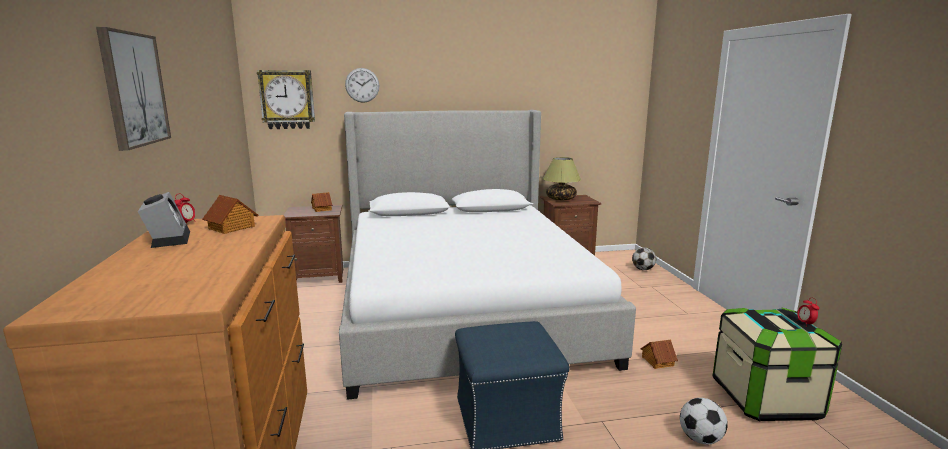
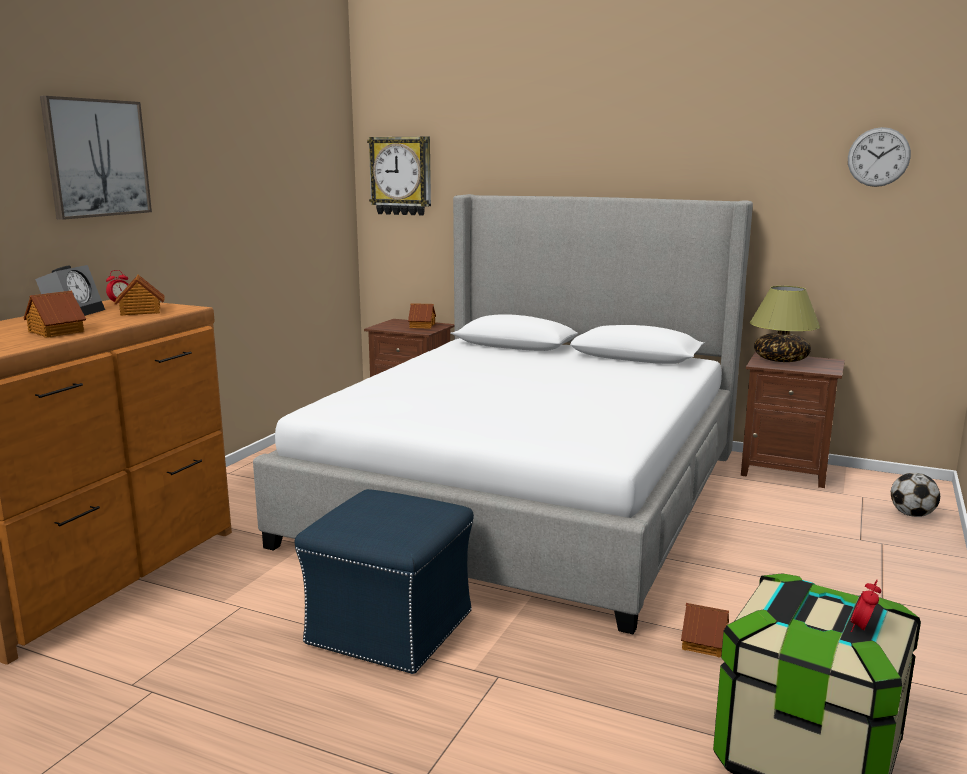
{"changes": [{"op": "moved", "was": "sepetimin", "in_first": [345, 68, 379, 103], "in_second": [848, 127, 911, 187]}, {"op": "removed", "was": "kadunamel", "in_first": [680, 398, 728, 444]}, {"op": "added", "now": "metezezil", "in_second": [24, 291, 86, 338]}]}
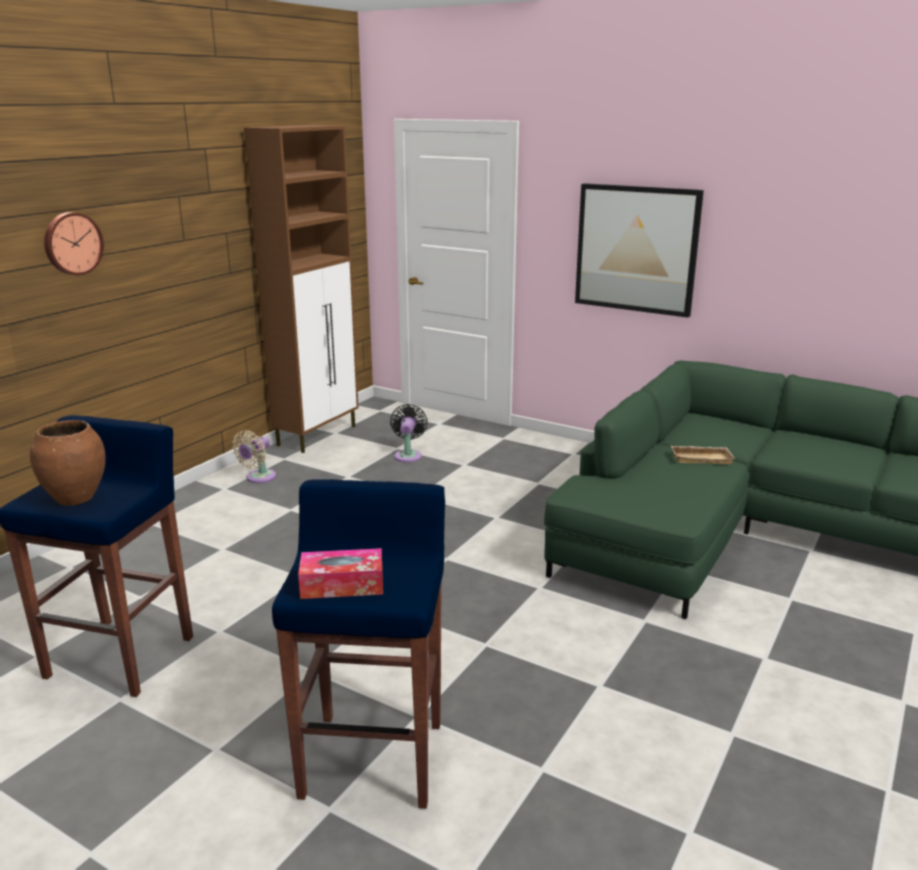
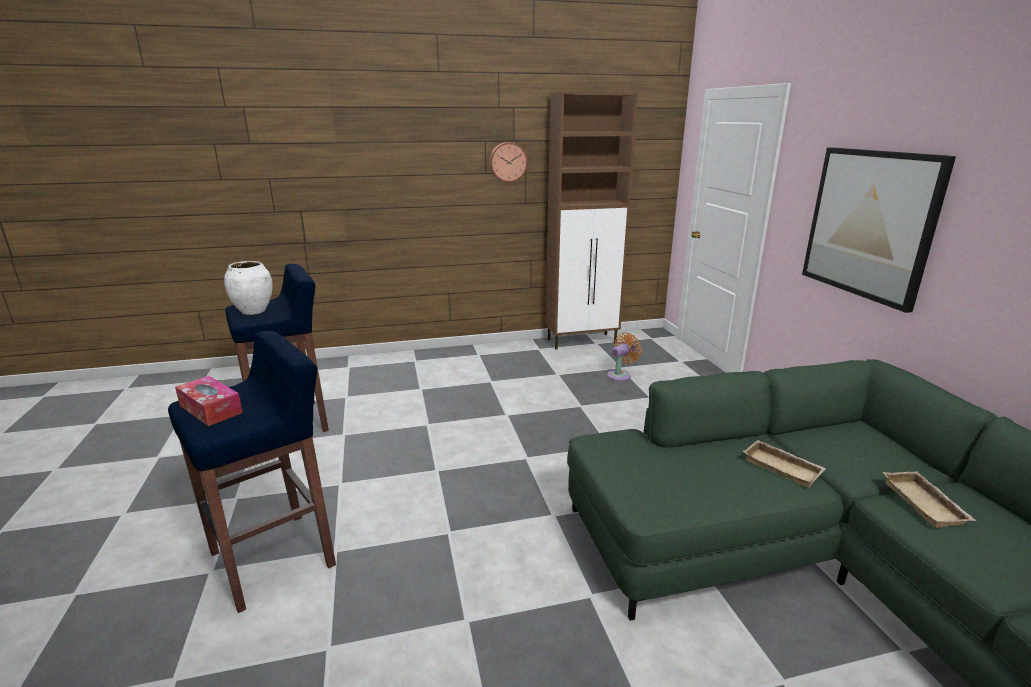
{"changes": [{"op": "recoloured", "was": "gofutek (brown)", "now": "gofutek (white)", "in_first": [30, 420, 106, 506], "in_second": [224, 261, 273, 315]}, {"op": "moved", "was": "sepetimin", "in_first": [44, 212, 104, 275], "in_second": [489, 142, 528, 183]}, {"op": "removed", "was": "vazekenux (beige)", "in_first": [232, 431, 276, 483]}, {"op": "recoloured", "was": "vazekenux (black)", "now": "vazekenux (orange)", "in_first": [390, 404, 428, 462], "in_second": [607, 332, 641, 381]}, {"op": "added", "now": "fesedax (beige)", "in_second": [883, 471, 976, 528]}]}
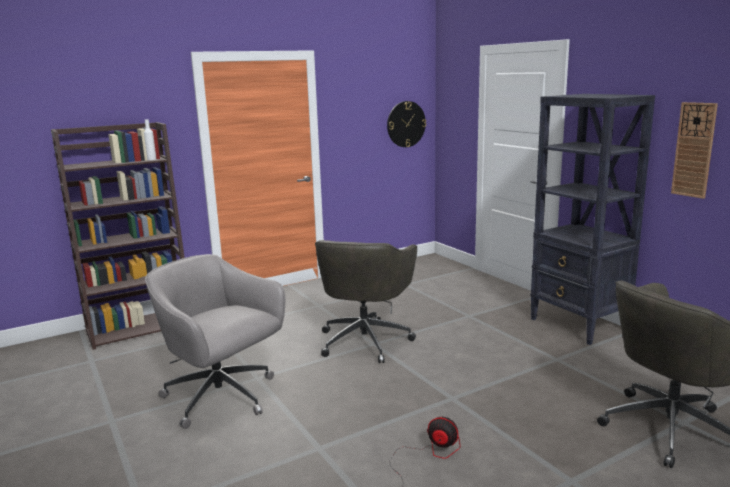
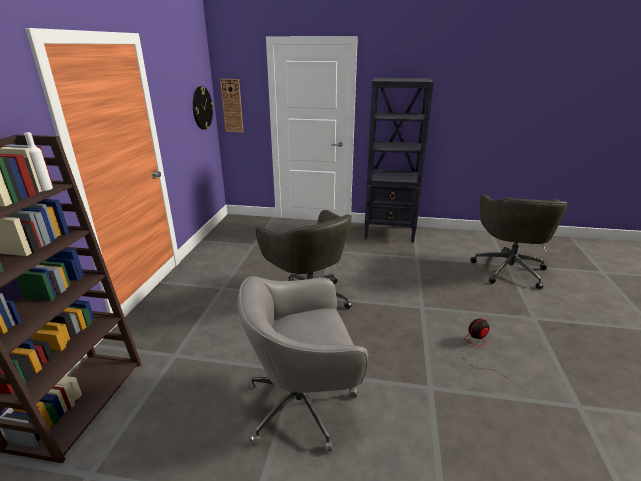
{"changes": [{"op": "moved", "was": "sepetimin", "in_first": [671, 102, 718, 199], "in_second": [220, 79, 243, 133]}]}
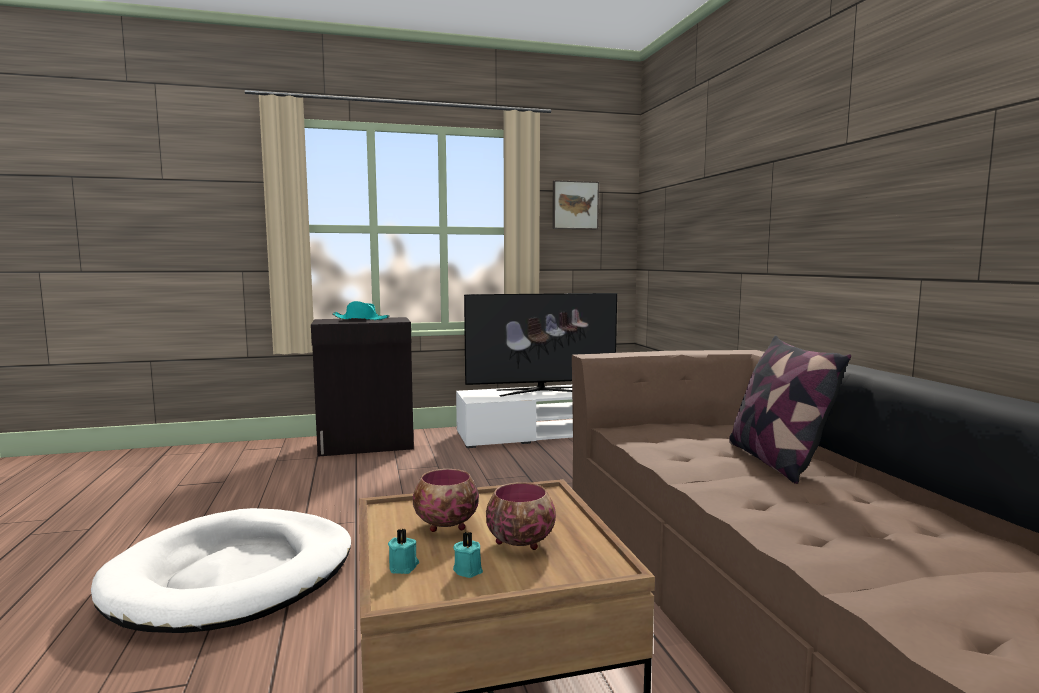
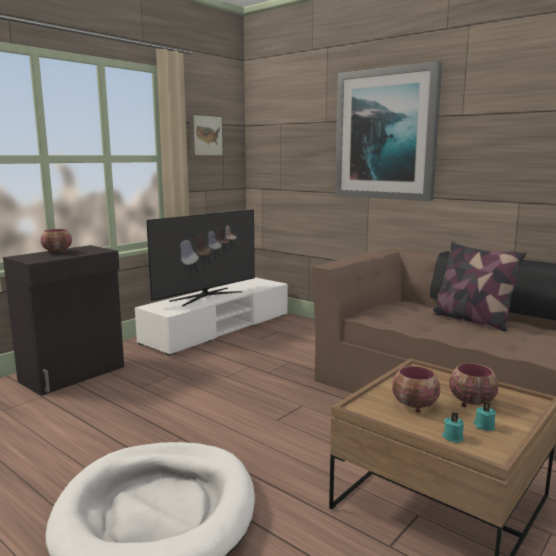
{"changes": [{"op": "replaced", "was": "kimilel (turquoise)", "now": "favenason", "in_first": [333, 301, 389, 320], "in_second": [41, 229, 72, 253]}, {"op": "added", "now": "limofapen", "in_second": [335, 61, 442, 201]}]}
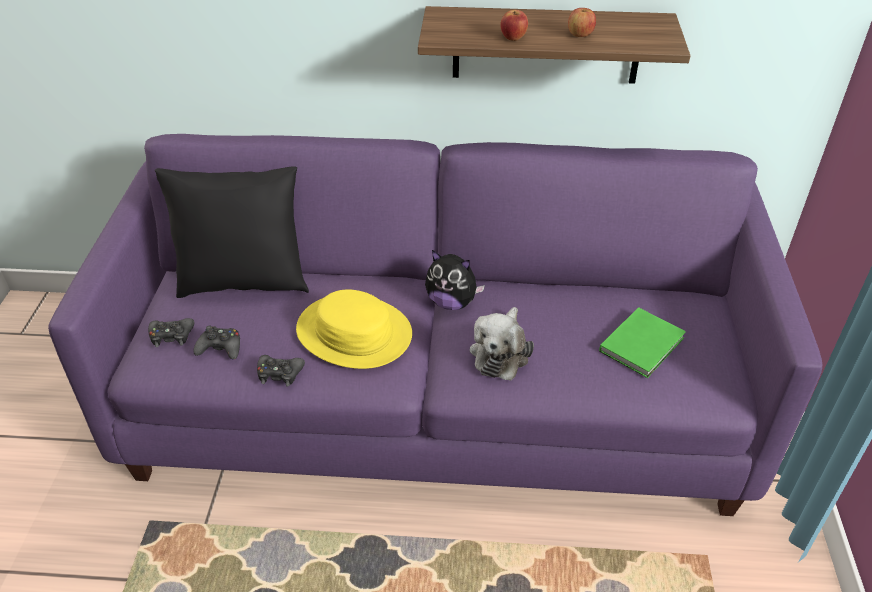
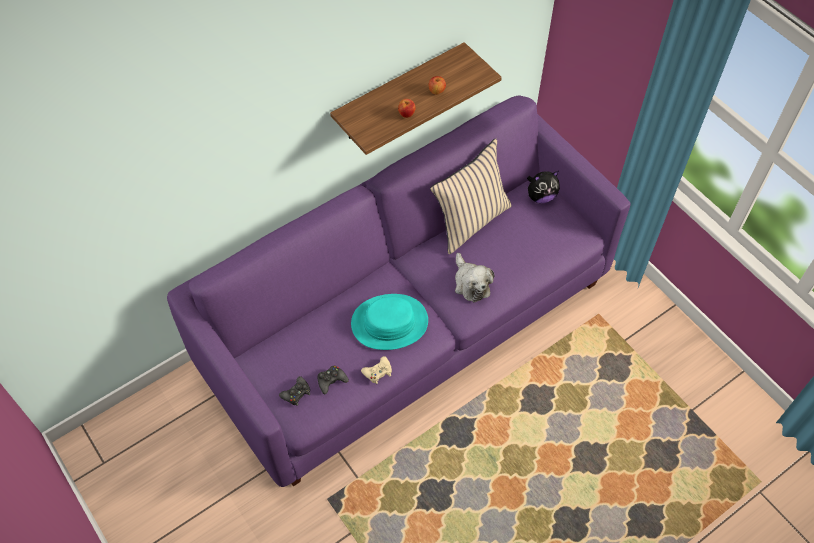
{"changes": [{"op": "removed", "was": "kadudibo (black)", "in_first": [155, 166, 309, 298]}, {"op": "recoloured", "was": "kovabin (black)", "now": "kovabin (beige)", "in_first": [257, 355, 305, 386], "in_second": [361, 356, 392, 384]}, {"op": "recoloured", "was": "kimilel (yellow)", "now": "kimilel (turquoise)", "in_first": [296, 289, 412, 369], "in_second": [351, 294, 428, 350]}, {"op": "moved", "was": "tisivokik", "in_first": [425, 250, 485, 310], "in_second": [527, 171, 560, 203]}, {"op": "removed", "was": "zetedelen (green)", "in_first": [599, 307, 686, 378]}, {"op": "added", "now": "kadudibo (beige)", "in_second": [430, 138, 512, 254]}]}
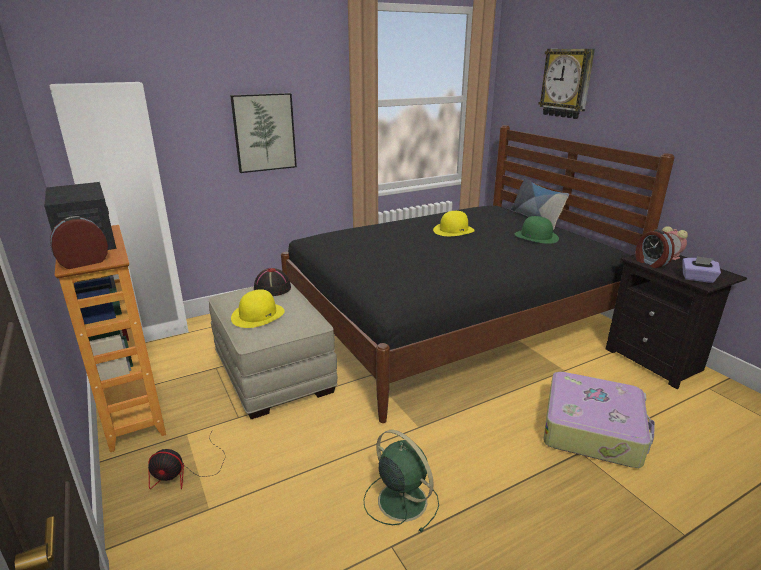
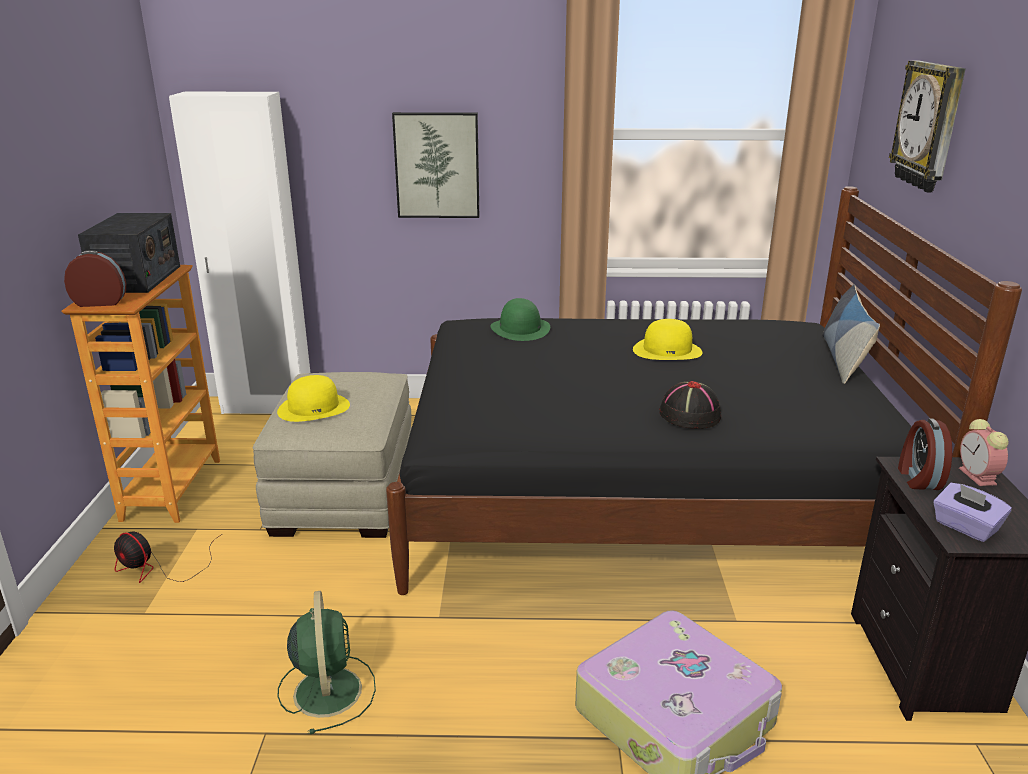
{"changes": [{"op": "moved", "was": "kimilel (black)", "in_first": [254, 268, 291, 296], "in_second": [659, 381, 721, 429]}, {"op": "moved", "was": "kimilel (green)", "in_first": [515, 216, 559, 244], "in_second": [490, 298, 550, 341]}]}
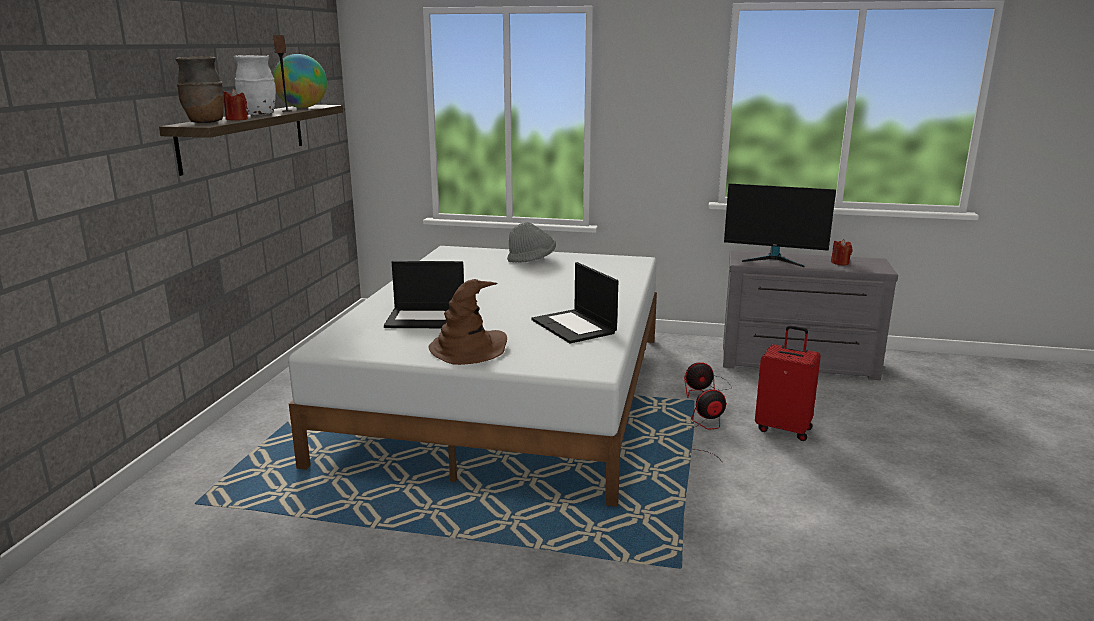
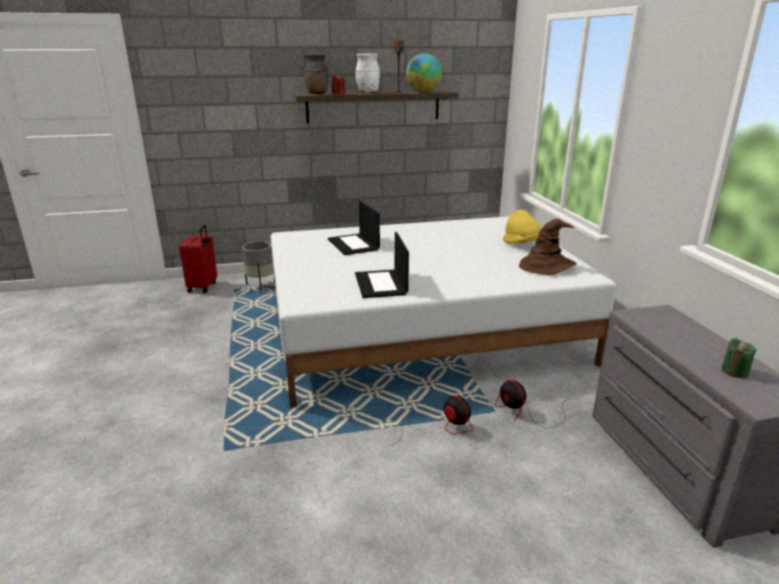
{"changes": [{"op": "moved", "was": "kimilel (brown)", "in_first": [428, 279, 507, 365], "in_second": [519, 219, 577, 275]}, {"op": "recoloured", "was": "kimilel (grey)", "now": "kimilel (yellow)", "in_first": [507, 222, 556, 263], "in_second": [503, 210, 541, 244]}, {"op": "turned", "was": "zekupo", "in_first": [532, 262, 618, 344], "in_second": [355, 232, 409, 298], "clockwise": -45}, {"op": "removed", "was": "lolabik", "in_first": [724, 184, 836, 267]}, {"op": "moved", "was": "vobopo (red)", "in_first": [755, 325, 821, 441], "in_second": [179, 225, 217, 293]}, {"op": "recoloured", "was": "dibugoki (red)", "now": "dibugoki (green)", "in_first": [831, 239, 852, 265], "in_second": [722, 338, 756, 378]}, {"op": "added", "now": "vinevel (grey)", "in_second": [242, 241, 275, 293]}]}
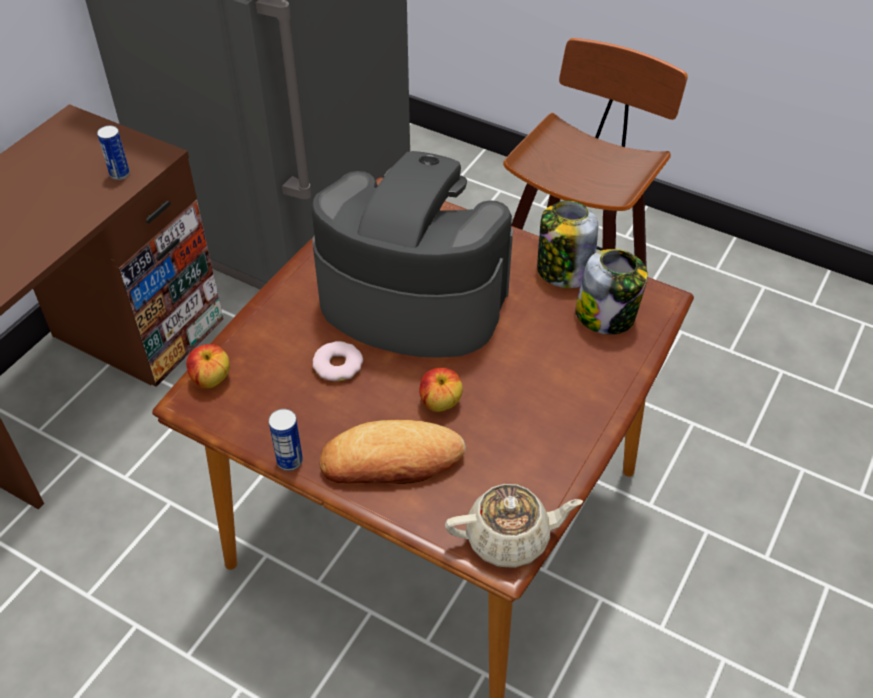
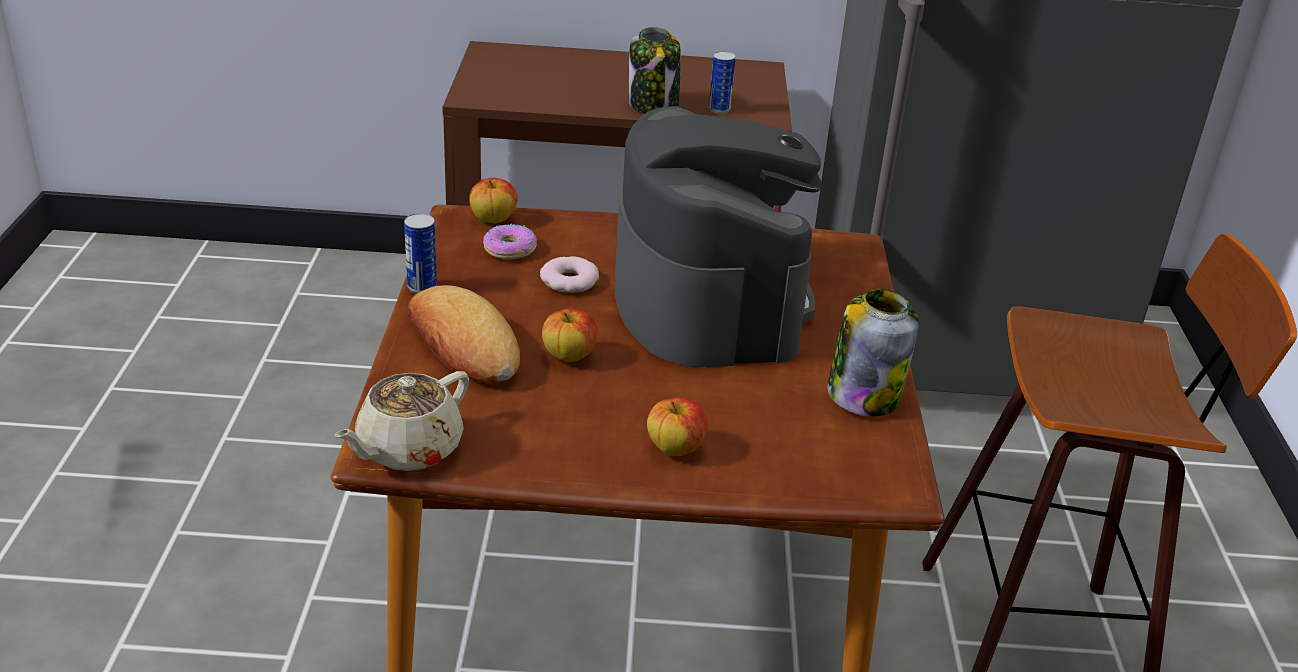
{"changes": [{"op": "turned", "was": "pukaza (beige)", "in_first": [445, 484, 583, 568], "in_second": [334, 371, 469, 471], "clockwise": 75}, {"op": "moved", "was": "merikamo", "in_first": [575, 249, 648, 335], "in_second": [629, 27, 681, 114]}, {"op": "added", "now": "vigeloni", "in_second": [483, 223, 537, 260]}, {"op": "added", "now": "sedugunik", "in_second": [647, 397, 708, 456]}]}
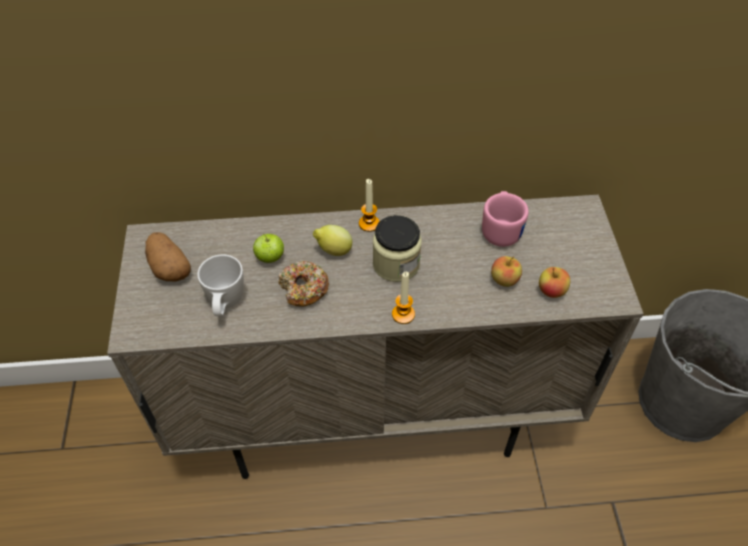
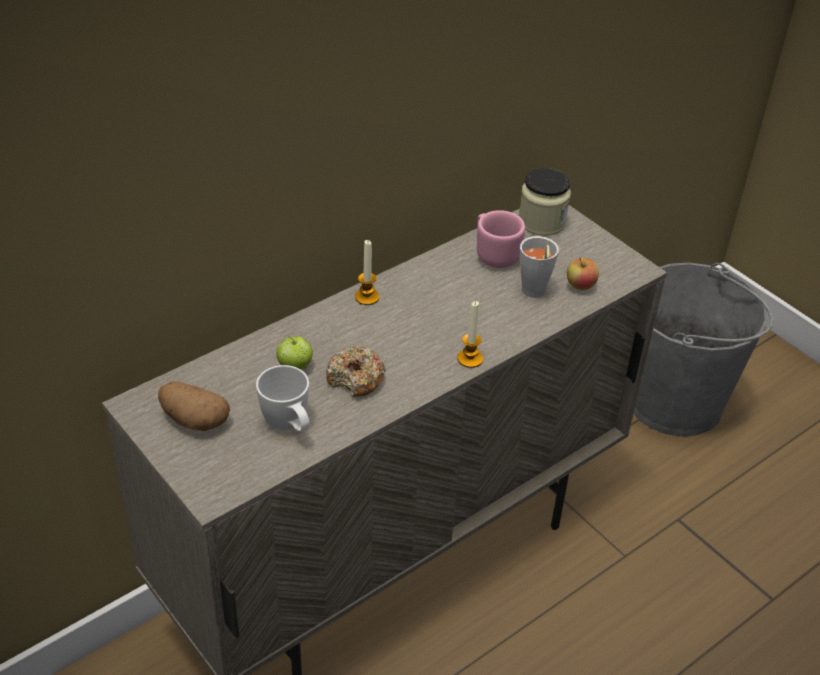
{"changes": [{"op": "removed", "was": "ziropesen", "in_first": [313, 225, 352, 256]}, {"op": "moved", "was": "merikamo", "in_first": [373, 215, 422, 282], "in_second": [519, 168, 571, 236]}, {"op": "replaced", "was": "sedugunik", "now": "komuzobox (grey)", "in_first": [491, 256, 522, 287], "in_second": [520, 236, 559, 298]}]}
